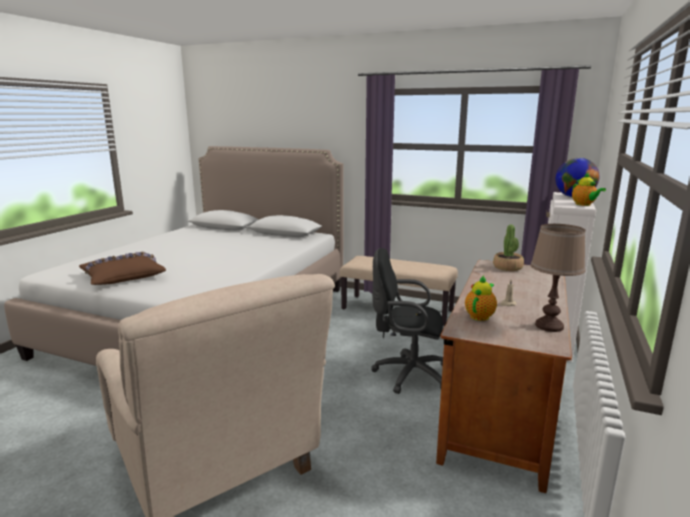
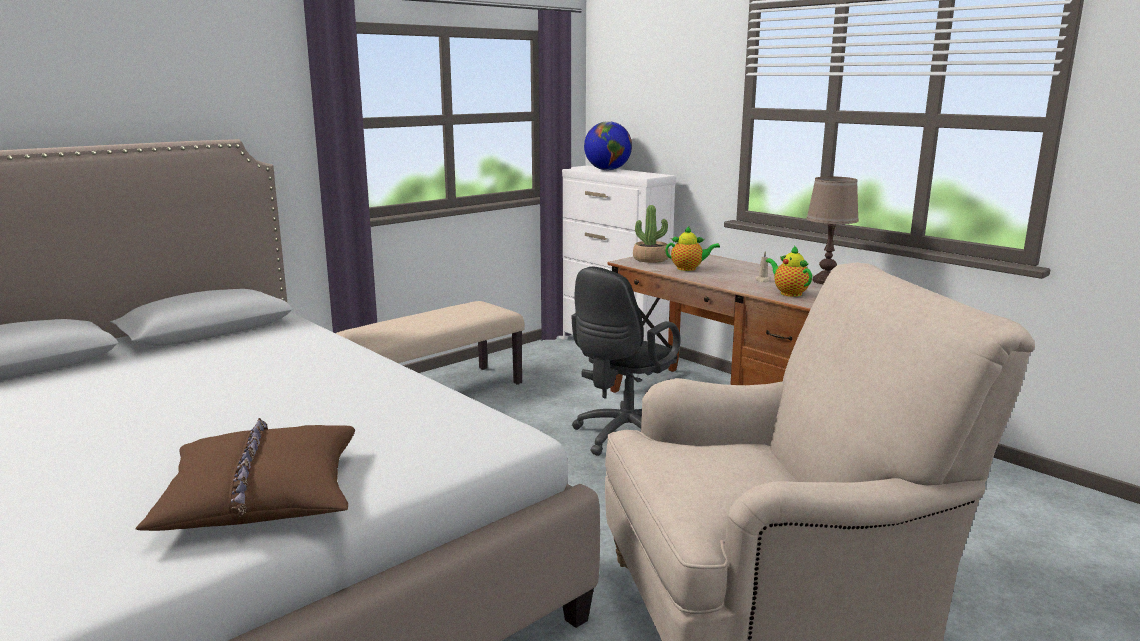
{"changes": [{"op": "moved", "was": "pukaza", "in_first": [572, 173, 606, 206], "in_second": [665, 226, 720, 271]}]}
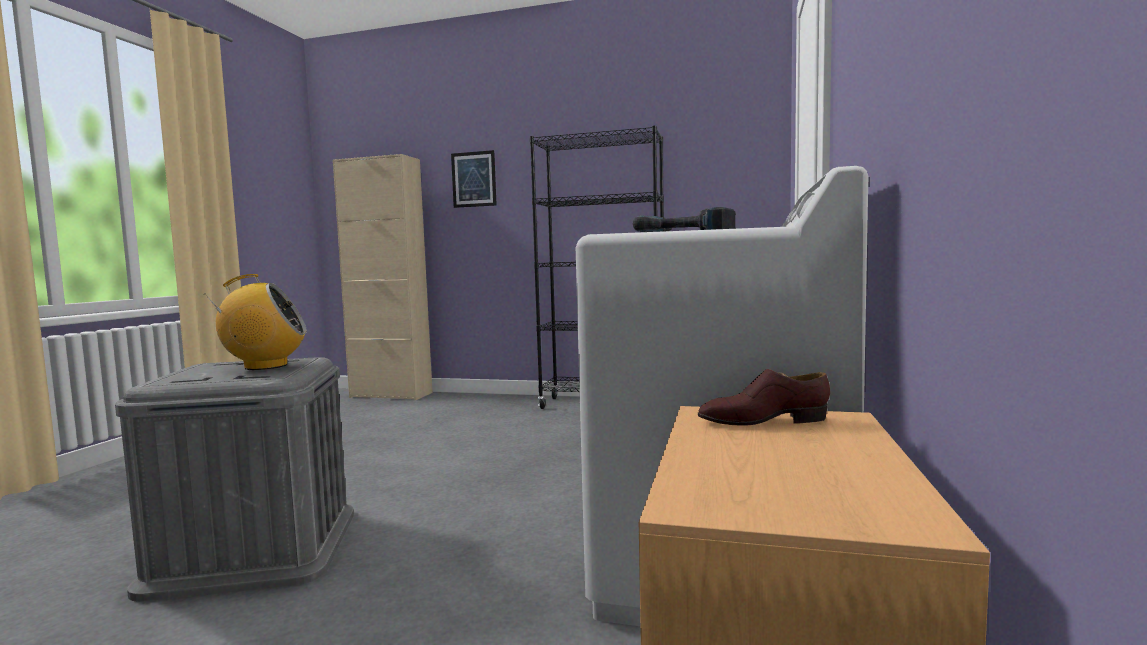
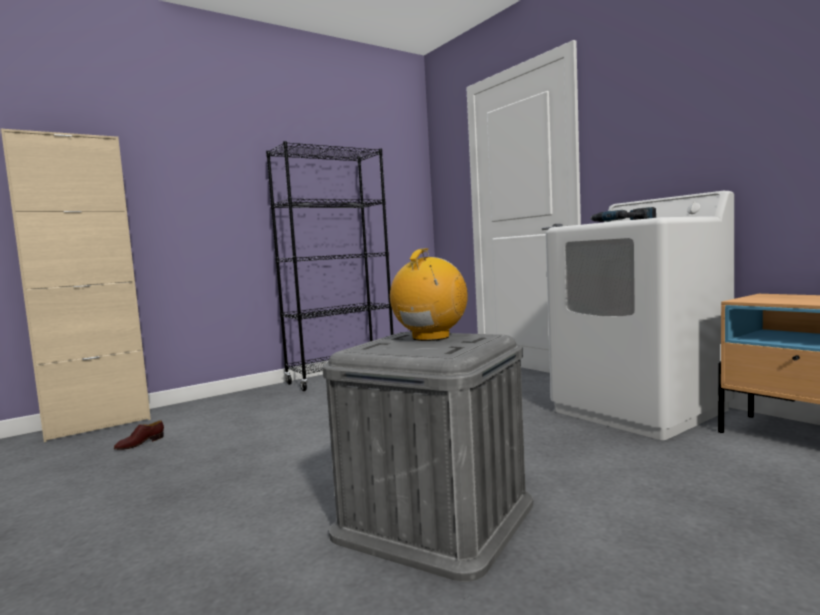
{"changes": [{"op": "removed", "was": "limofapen", "in_first": [451, 150, 497, 208]}, {"op": "moved", "was": "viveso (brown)", "in_first": [698, 369, 830, 426], "in_second": [114, 420, 164, 450]}]}
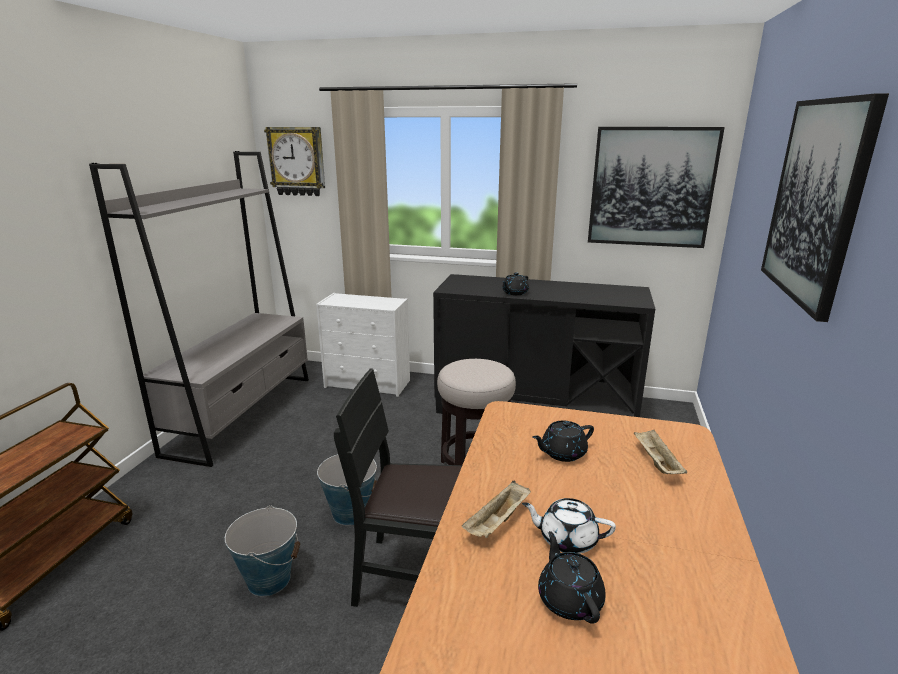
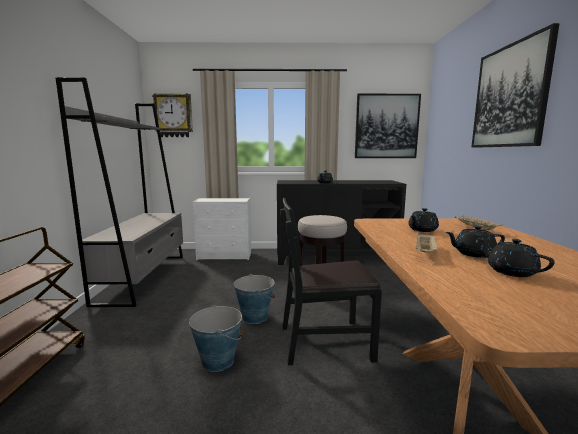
{"changes": [{"op": "recoloured", "was": "pukaza (white)", "now": "pukaza (black)", "in_first": [522, 498, 616, 554], "in_second": [446, 226, 505, 258]}]}
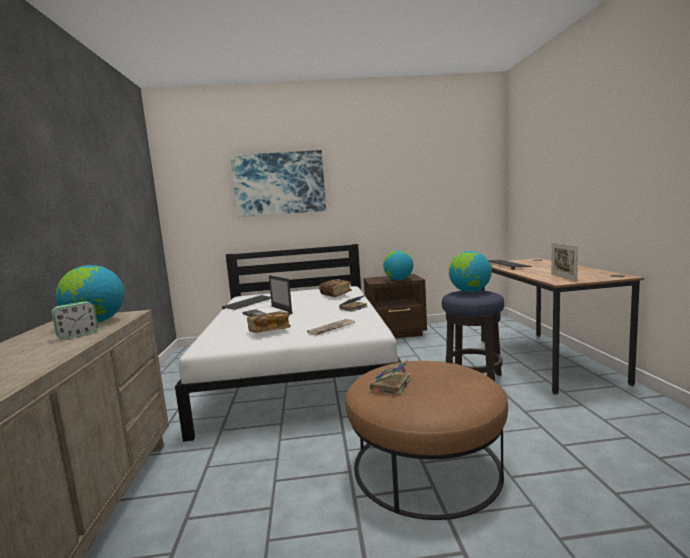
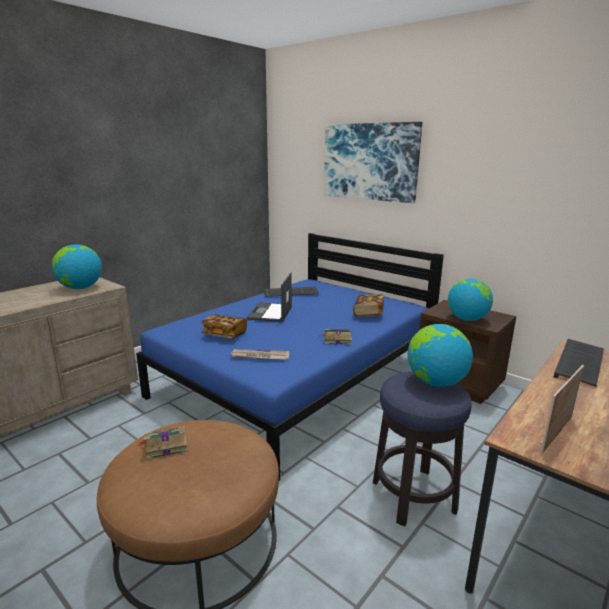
{"changes": [{"op": "removed", "was": "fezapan", "in_first": [51, 302, 98, 339]}, {"op": "recoloured", "was": "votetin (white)", "now": "votetin (blue)", "in_first": [175, 244, 401, 442], "in_second": [136, 233, 444, 481]}]}
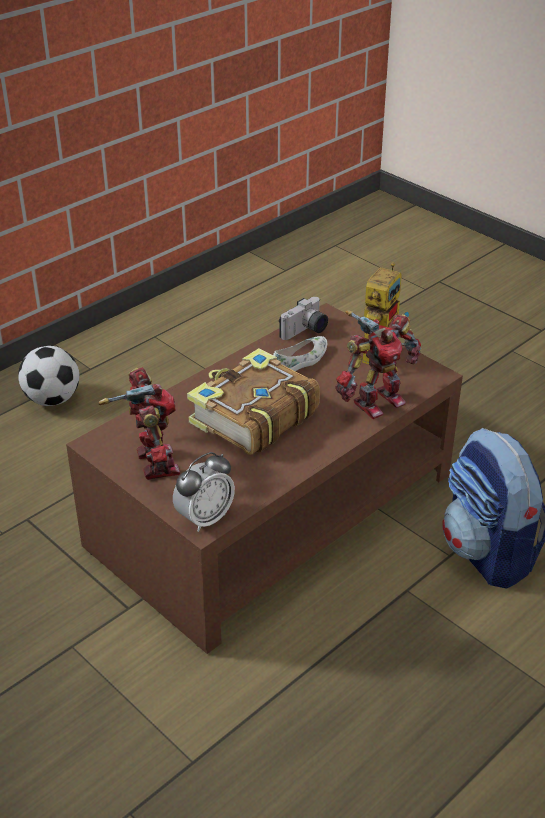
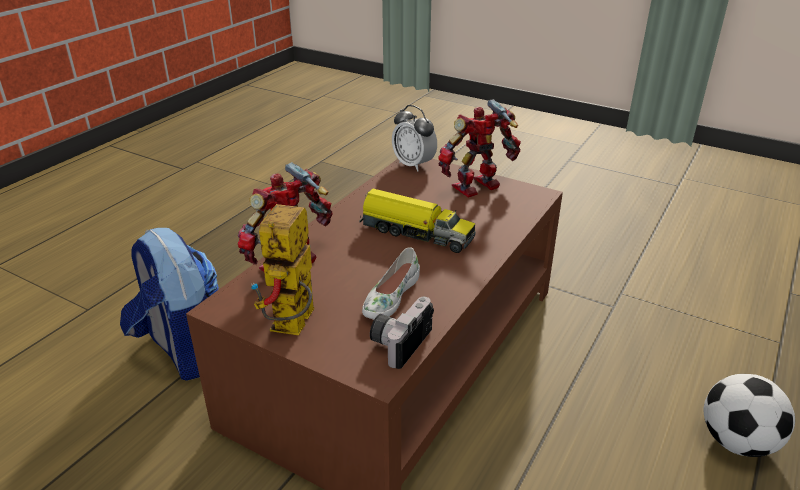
{"changes": [{"op": "turned", "was": "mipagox", "in_first": [99, 367, 180, 480], "in_second": [438, 99, 521, 198], "clockwise": 90}, {"op": "turned", "was": "fezapan", "in_first": [173, 452, 235, 532], "in_second": [392, 105, 437, 172], "clockwise": -75}, {"op": "replaced", "was": "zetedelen", "now": "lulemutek", "in_first": [187, 348, 320, 455], "in_second": [359, 188, 475, 253]}]}
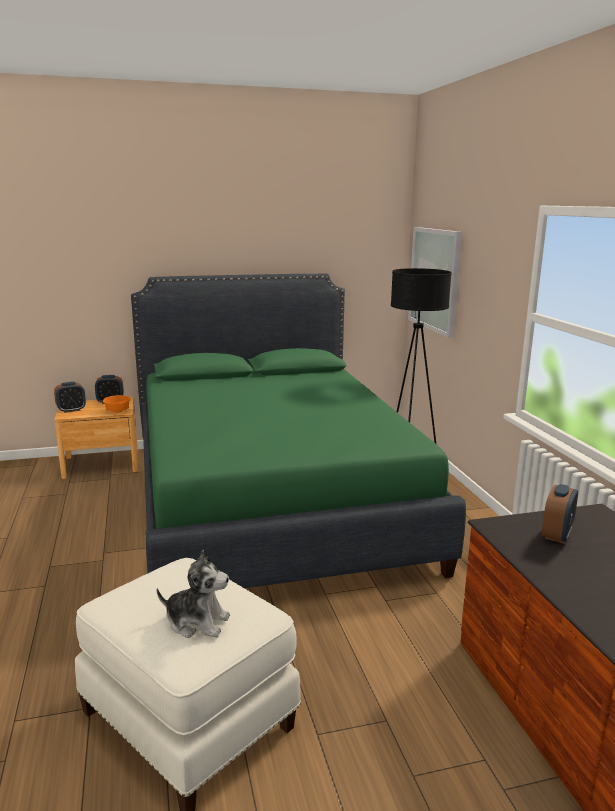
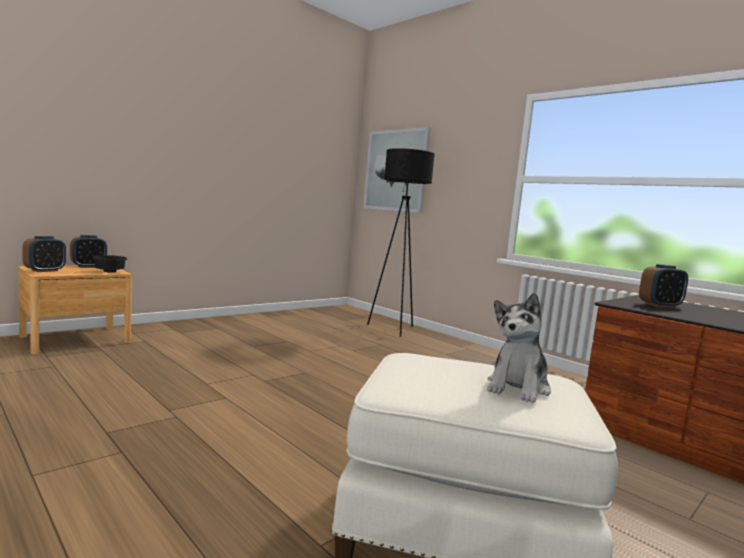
{"changes": [{"op": "recoloured", "was": "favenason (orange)", "now": "favenason (black)", "in_first": [103, 395, 131, 413], "in_second": [93, 255, 127, 273]}, {"op": "removed", "was": "votetin (green)", "in_first": [131, 274, 466, 588]}, {"op": "turned", "was": "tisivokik", "in_first": [157, 549, 230, 638], "in_second": [487, 293, 551, 403], "clockwise": 135}, {"op": "turned", "was": "fezapan", "in_first": [542, 484, 578, 544], "in_second": [639, 264, 688, 308], "clockwise": 75}]}
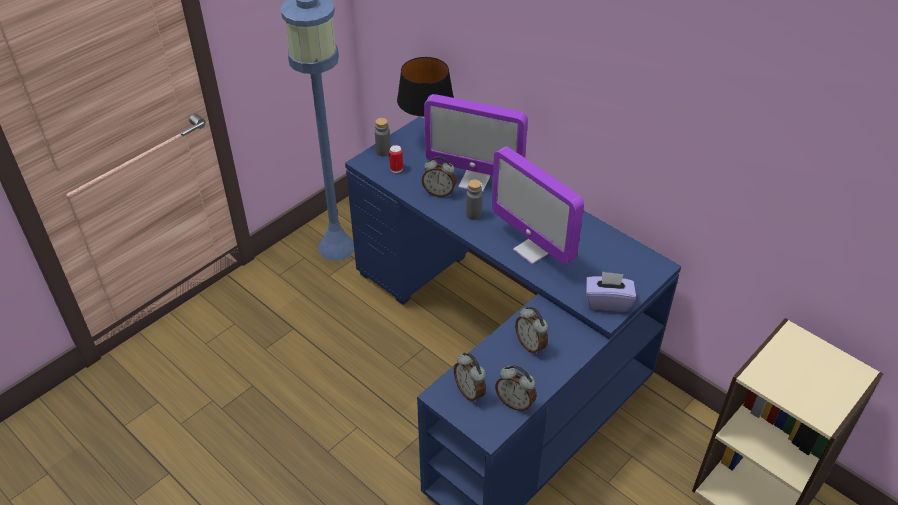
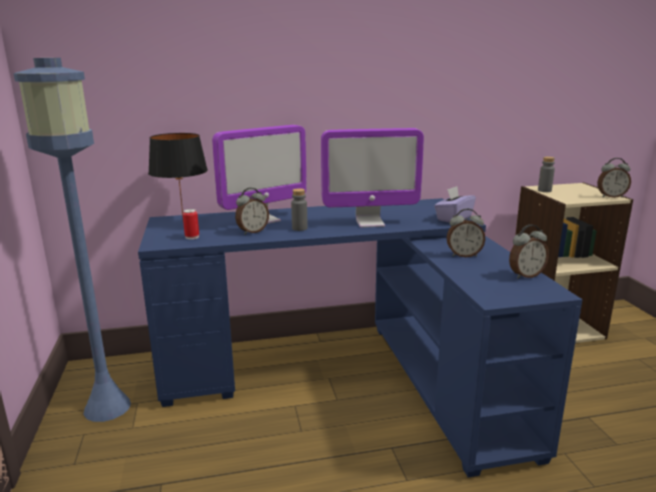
{"changes": [{"op": "moved", "was": "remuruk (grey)", "in_first": [375, 118, 391, 156], "in_second": [538, 157, 555, 192]}, {"op": "moved", "was": "fezapan", "in_first": [454, 352, 486, 402], "in_second": [597, 158, 631, 198]}]}
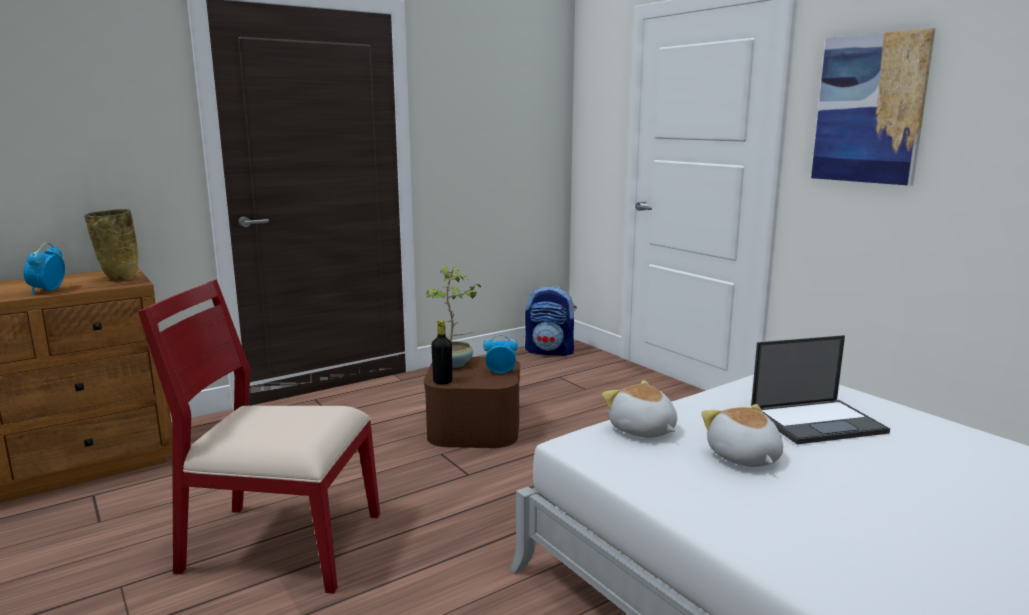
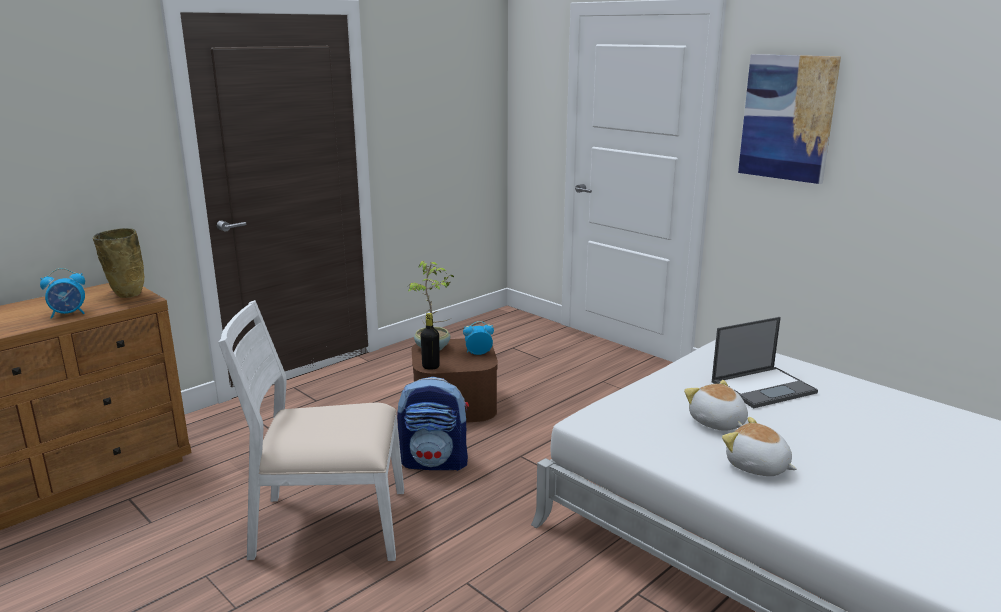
{"changes": [{"op": "turned", "was": "fezapan", "in_first": [24, 242, 65, 295], "in_second": [40, 268, 85, 319], "clockwise": -105}, {"op": "recoloured", "was": "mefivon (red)", "now": "mefivon (white)", "in_first": [138, 279, 380, 594], "in_second": [218, 300, 404, 561]}, {"op": "moved", "was": "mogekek", "in_first": [525, 286, 577, 356], "in_second": [397, 377, 469, 471]}, {"op": "moved", "was": "tisivokik", "in_first": [602, 380, 677, 438], "in_second": [722, 417, 797, 476]}]}
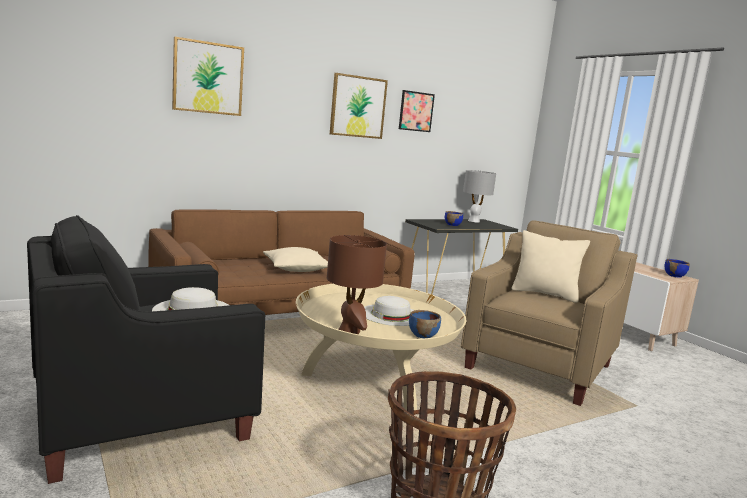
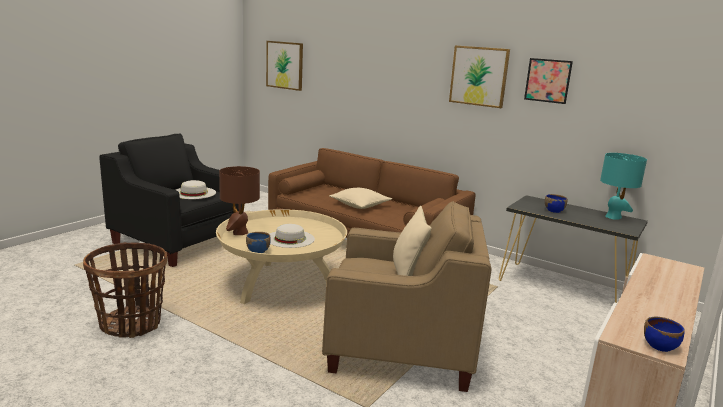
{"changes": [{"op": "moved", "was": "limofapen", "in_first": [172, 37, 244, 116], "in_second": [266, 41, 303, 91]}, {"op": "recoloured", "was": "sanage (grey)", "now": "sanage (turquoise)", "in_first": [463, 170, 496, 223], "in_second": [600, 153, 647, 220]}]}
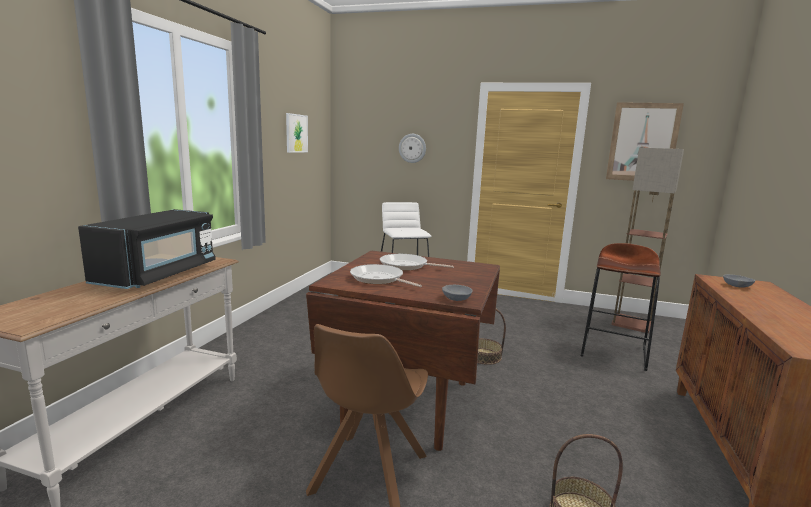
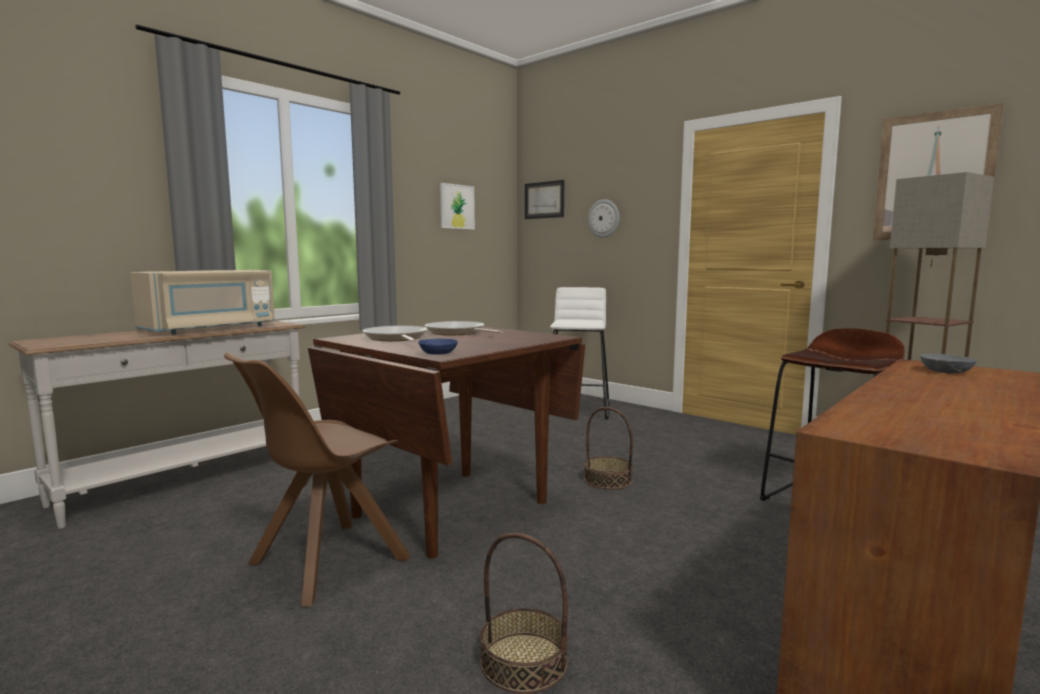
{"changes": [{"op": "recoloured", "was": "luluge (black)", "now": "luluge (beige)", "in_first": [78, 209, 216, 289], "in_second": [130, 270, 275, 334]}, {"op": "recoloured", "was": "favenason (grey)", "now": "favenason (blue)", "in_first": [442, 285, 473, 301], "in_second": [418, 339, 458, 355]}, {"op": "added", "now": "limofapen", "in_second": [525, 180, 564, 219]}]}
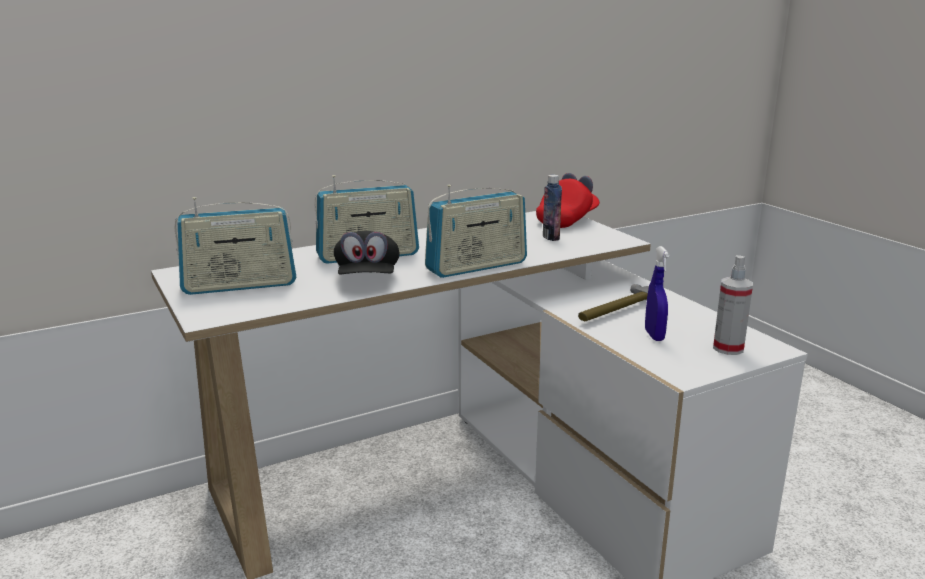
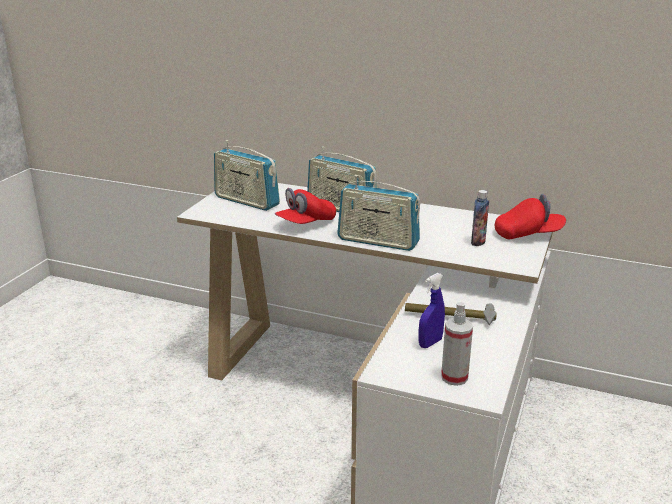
{"changes": [{"op": "recoloured", "was": "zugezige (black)", "now": "zugezige (red)", "in_first": [334, 231, 400, 275], "in_second": [275, 188, 336, 224]}]}
